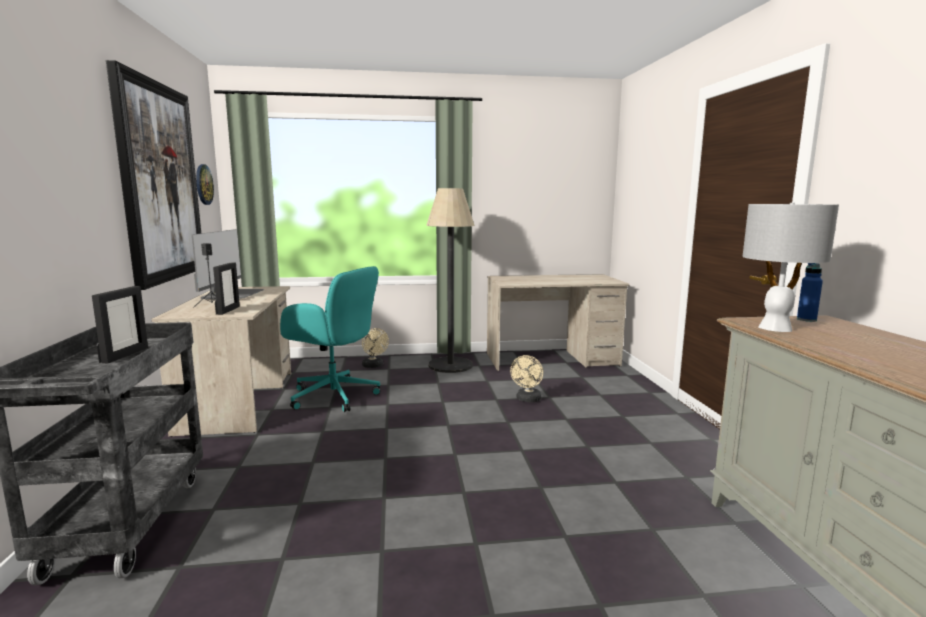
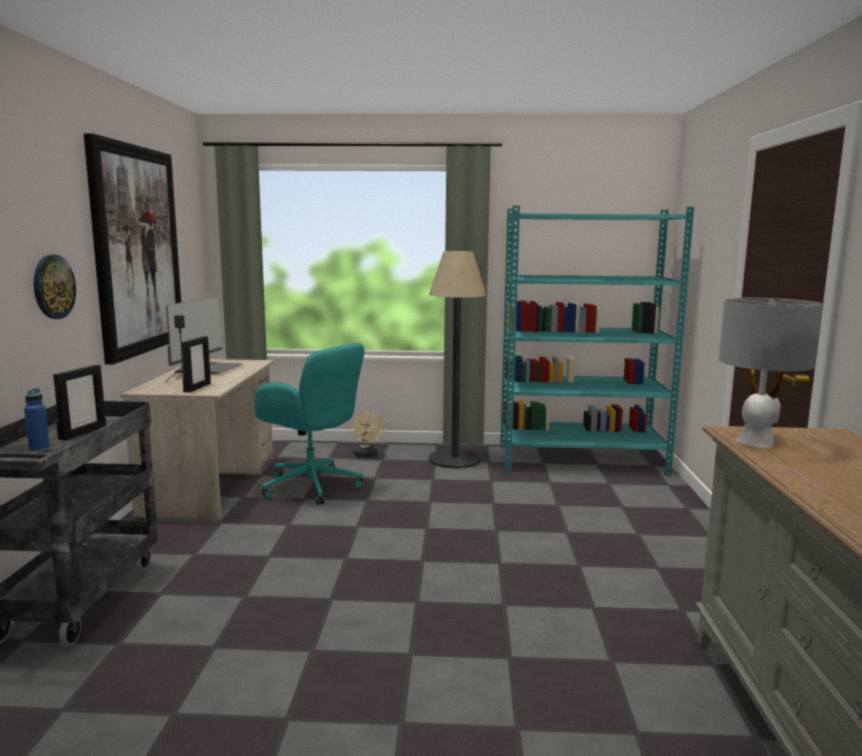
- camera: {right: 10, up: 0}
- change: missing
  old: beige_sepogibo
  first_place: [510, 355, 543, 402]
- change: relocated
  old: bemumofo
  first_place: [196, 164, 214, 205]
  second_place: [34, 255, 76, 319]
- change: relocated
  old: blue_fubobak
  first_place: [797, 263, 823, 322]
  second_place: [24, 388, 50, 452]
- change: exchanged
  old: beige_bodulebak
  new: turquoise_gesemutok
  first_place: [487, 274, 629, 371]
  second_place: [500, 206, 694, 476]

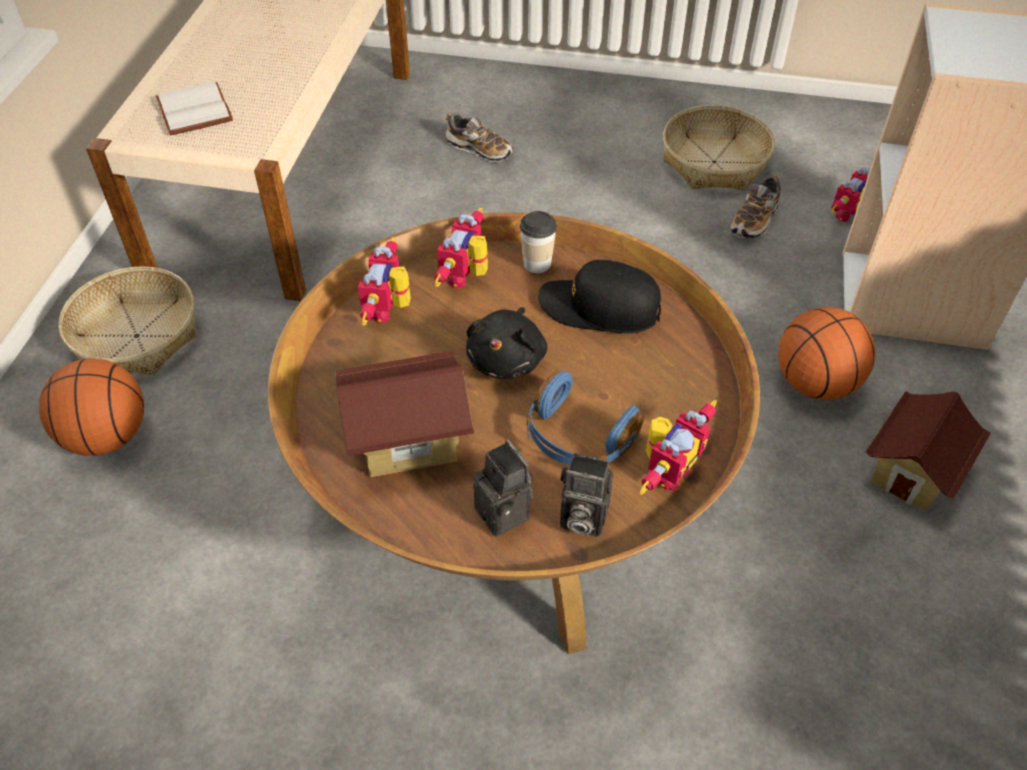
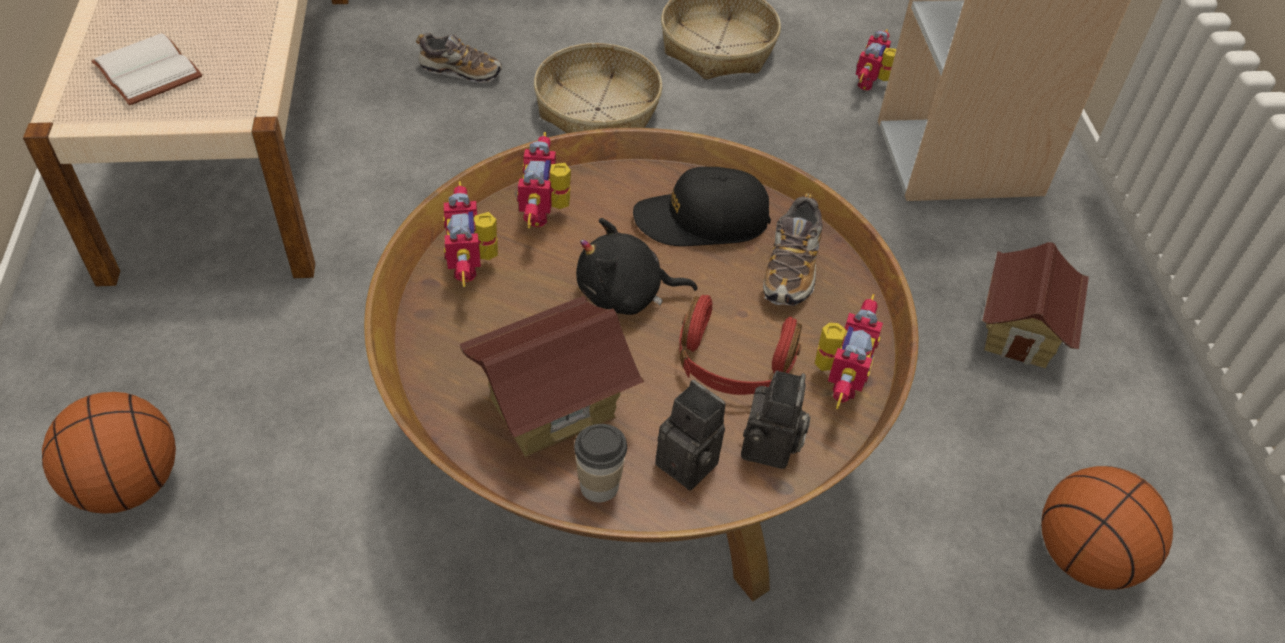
- camera: {right: -20, up: 0}
- change: relocated
  old: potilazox
  first_place: [59, 266, 196, 375]
  second_place: [534, 43, 662, 133]
- change: relocated
  old: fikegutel
  first_place: [520, 211, 557, 273]
  second_place: [574, 424, 627, 502]
- change: relocated
  old: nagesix
  first_place: [731, 174, 781, 238]
  second_place: [763, 193, 823, 306]
- change: relocated
  old: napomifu
  first_place: [778, 307, 875, 400]
  second_place: [1041, 466, 1173, 590]
- change: colour
  old: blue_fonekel
  new: red_fonekel
  first_place: [527, 371, 644, 465]
  second_place: [679, 295, 802, 395]
- change: spun
  old: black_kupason
  first_place: [466, 307, 547, 379]
  second_place: [576, 218, 697, 315]
  degrees: 90
- change: spun
  old: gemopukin
  first_place: [560, 453, 613, 537]
  second_place: [741, 371, 811, 469]
  degrees: -75

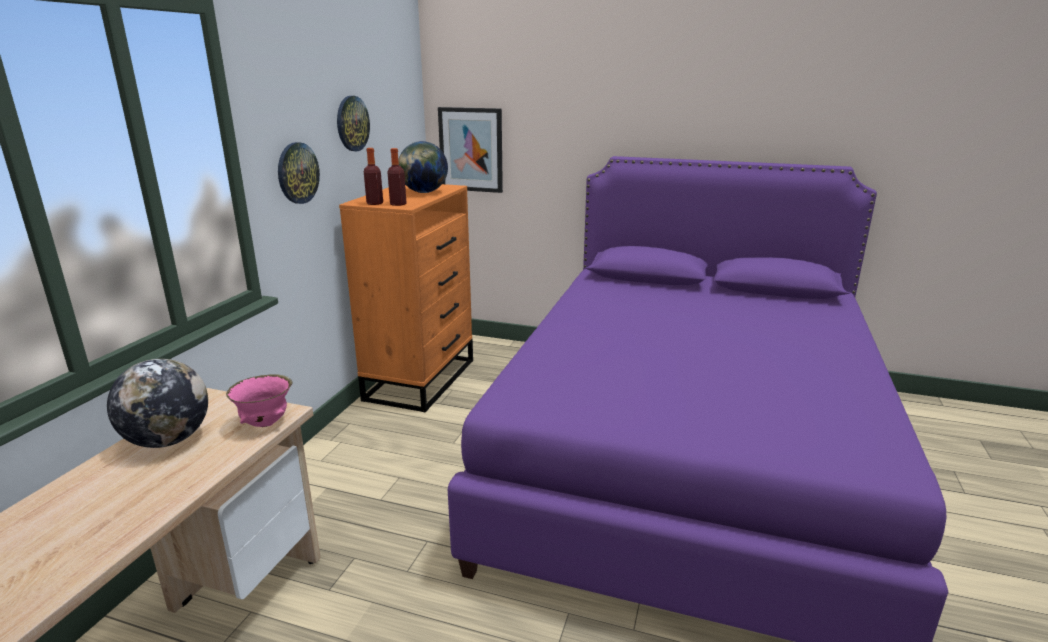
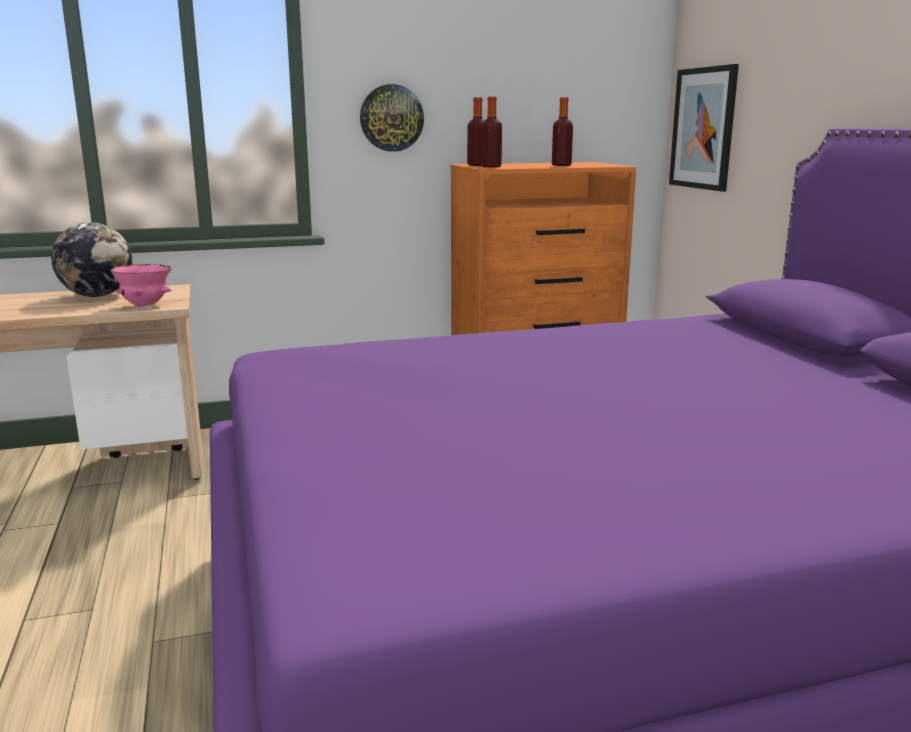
- camera: {right: 55, up: -5}
- change: missing
  old: bemumofo
  first_place: [337, 96, 370, 151]
- change: exchanged
  old: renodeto
  new: fubobak
  first_place: [399, 141, 448, 193]
  second_place: [552, 97, 573, 166]

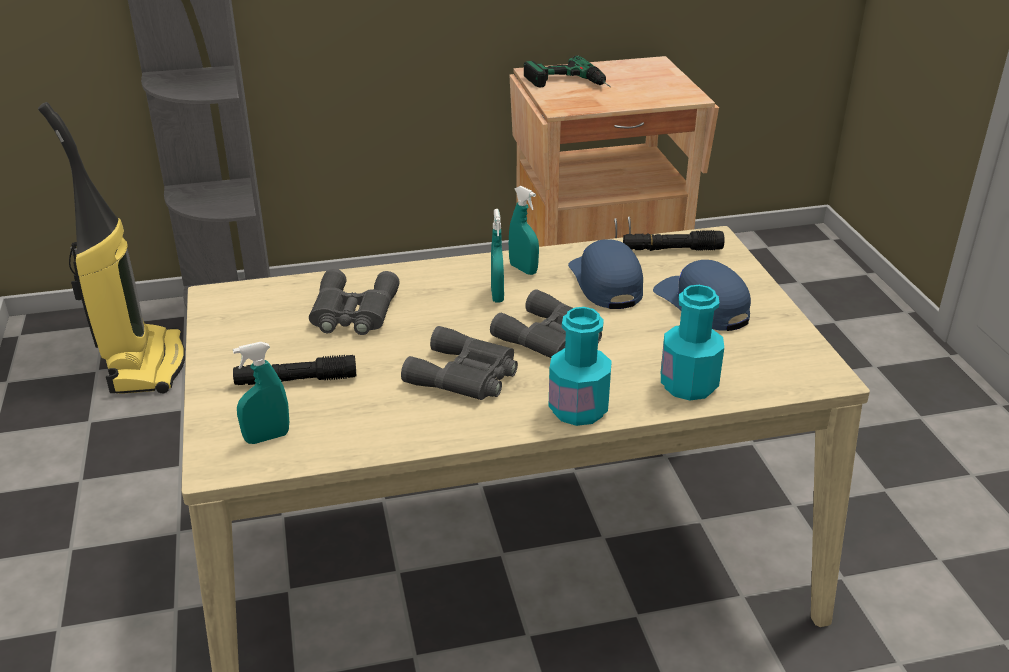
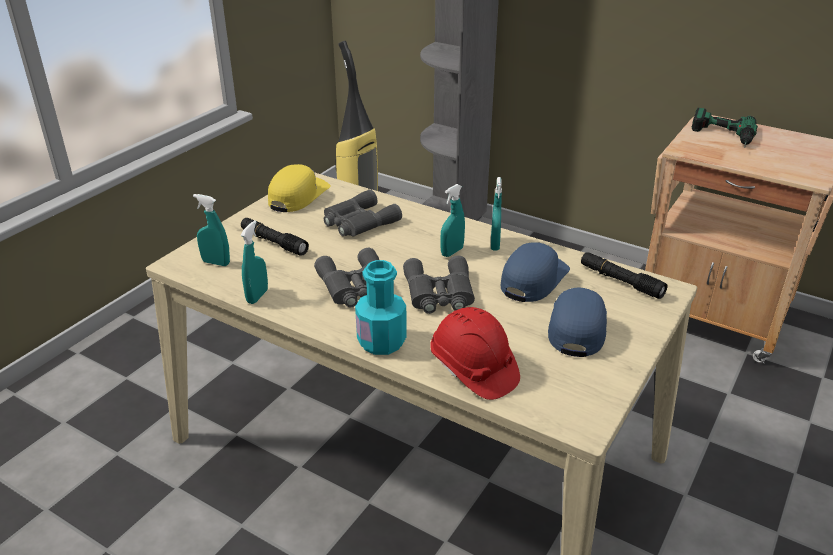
- camera: {right: 45, up: 0}
- change: appeared
  new: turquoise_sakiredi
  second_place: [241, 220, 268, 304]
- change: appeared
  new: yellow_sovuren
  second_place: [268, 164, 331, 212]
- change: exchanged
  old: turquoise_fubobak
  new: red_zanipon
  first_place: [661, 285, 724, 401]
  second_place: [430, 307, 520, 400]

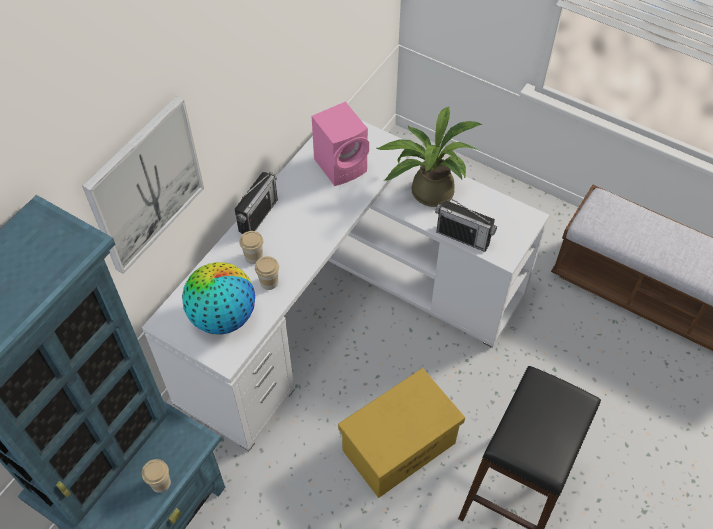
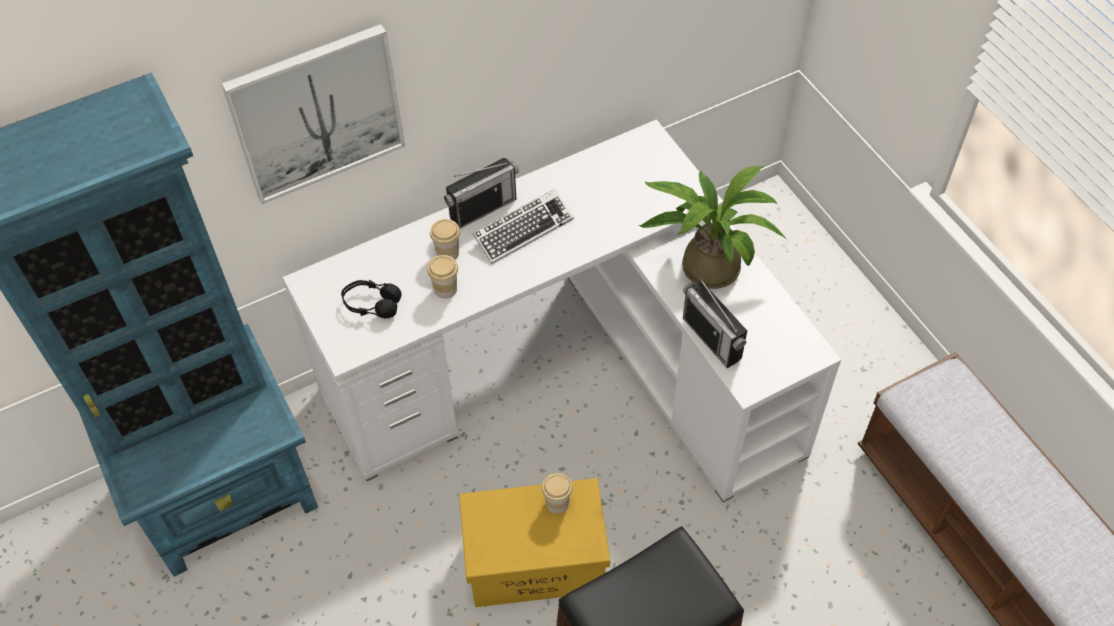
- camera: {right: 30, up: 0}
- change: missing
  old: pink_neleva
  first_place: [312, 101, 369, 186]
- change: appeared
  new: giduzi
  second_place: [473, 189, 574, 264]
- change: relocated
  old: fikegutel
  first_place: [142, 459, 171, 493]
  second_place: [542, 473, 573, 513]
- change: exchanged
  old: renodeto
  new: black_fonekel
  first_place: [182, 262, 255, 335]
  second_place: [341, 280, 402, 318]

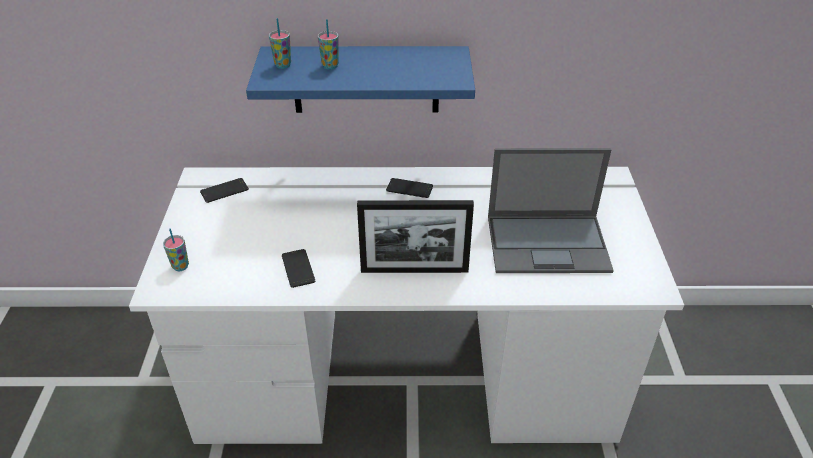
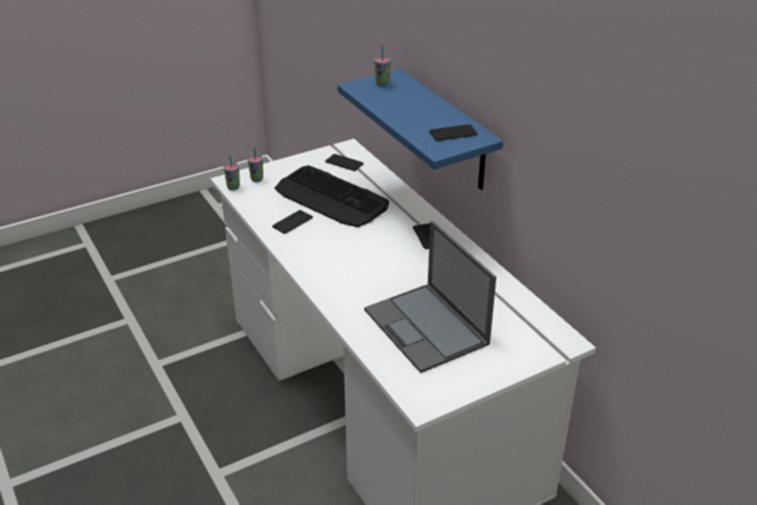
- camera: {right: 60, up: -5}
- change: missing
  old: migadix
  first_place: [357, 200, 474, 273]
- change: appeared
  new: giduzi
  second_place: [275, 165, 389, 227]
- change: appeared
  new: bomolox
  second_place: [430, 124, 478, 141]
- change: relocated
  old: fikegutel
  first_place: [318, 19, 339, 70]
  second_place: [223, 155, 240, 191]

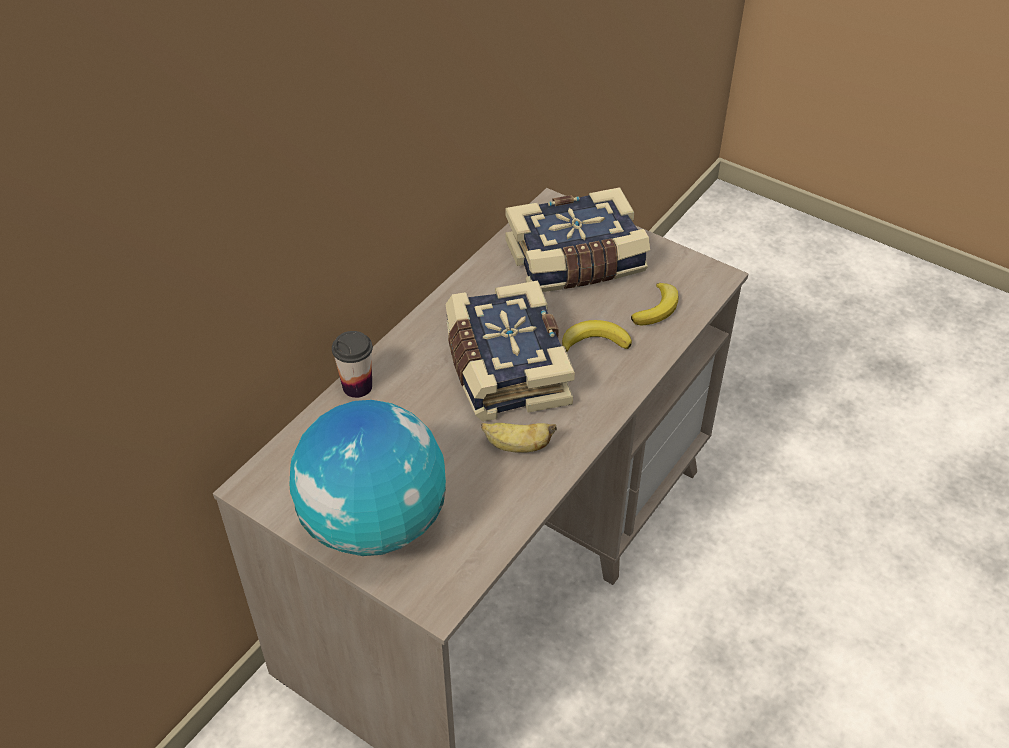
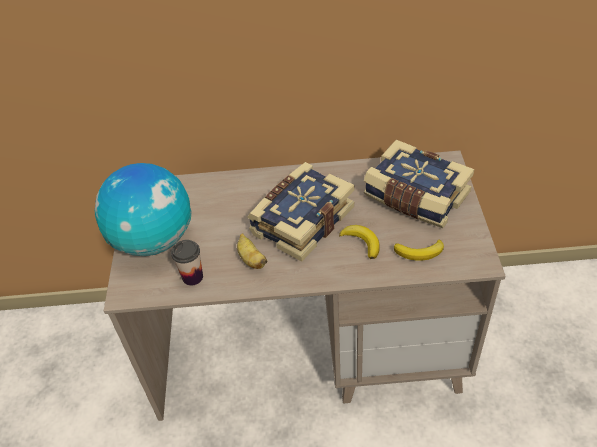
- camera: {right: 55, up: 0}
- change: relocated
  old: fikegutel
  first_place: [332, 331, 373, 398]
  second_place: [171, 240, 203, 286]

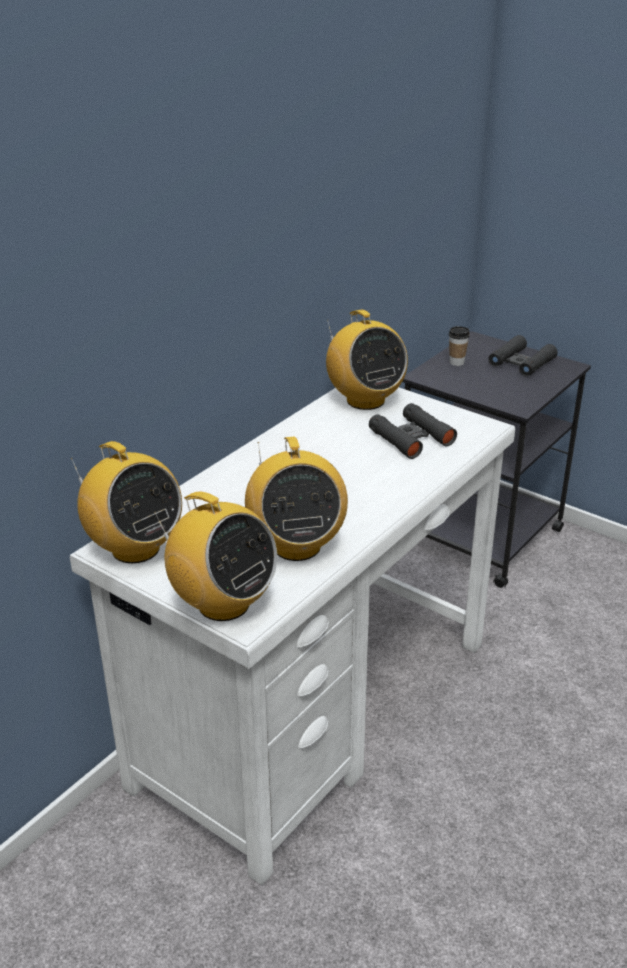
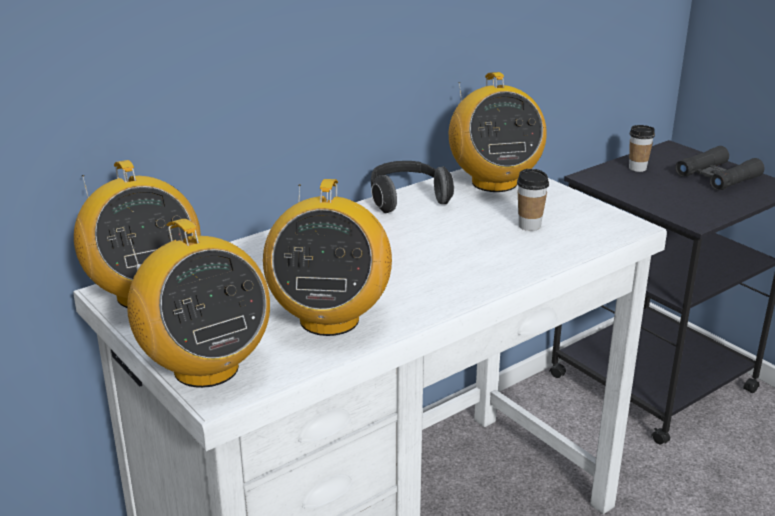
- camera: {right: 15, up: -5}
- change: appeared
  new: fonekel
  second_place: [371, 161, 454, 213]
- change: exchanged
  old: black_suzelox
  new: fikegutel
  first_place: [369, 403, 457, 459]
  second_place: [517, 169, 549, 231]

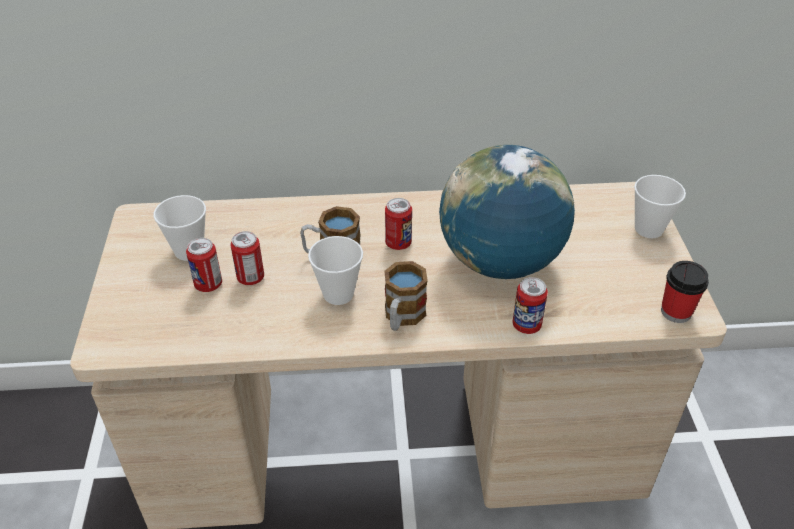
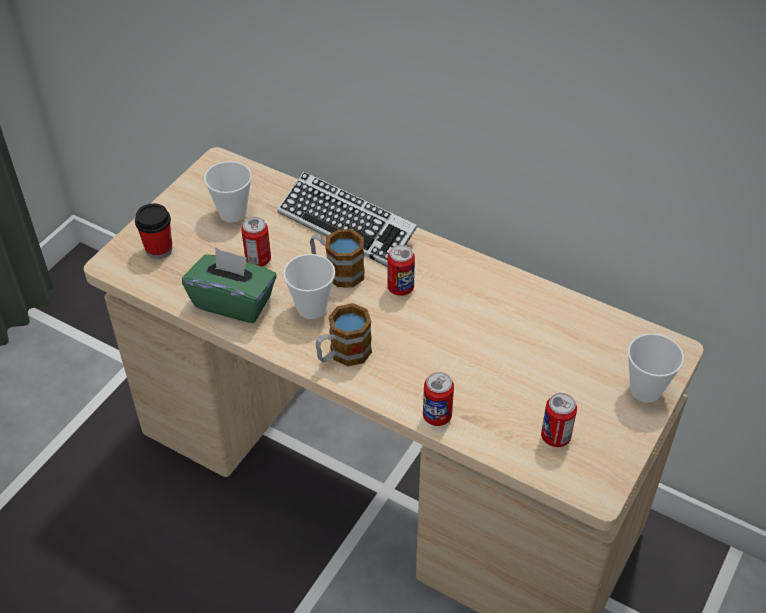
- camera: {right: 35, up: 5}
- change: missing
  old: renodeto
  first_place: [439, 145, 575, 279]
- change: appeared
  new: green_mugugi
  second_place: [182, 247, 277, 323]
- change: appeared
  new: giduzi
  second_place: [277, 171, 418, 267]
- change: relocated
  old: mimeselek
  first_place: [186, 238, 222, 292]
  second_place: [541, 393, 577, 447]
- change: relocated
  old: fikegutel
  first_place: [661, 261, 709, 323]
  second_place: [135, 203, 172, 259]

